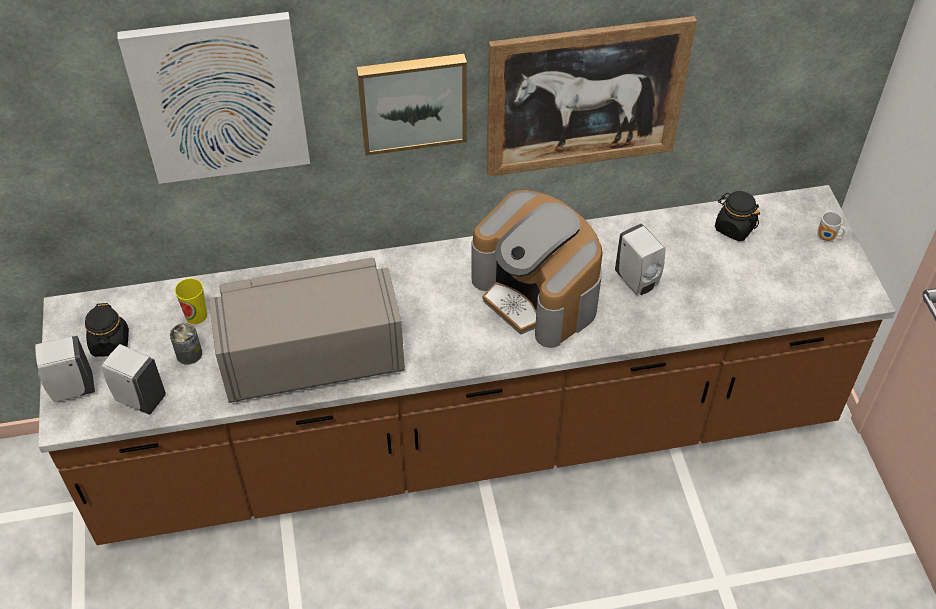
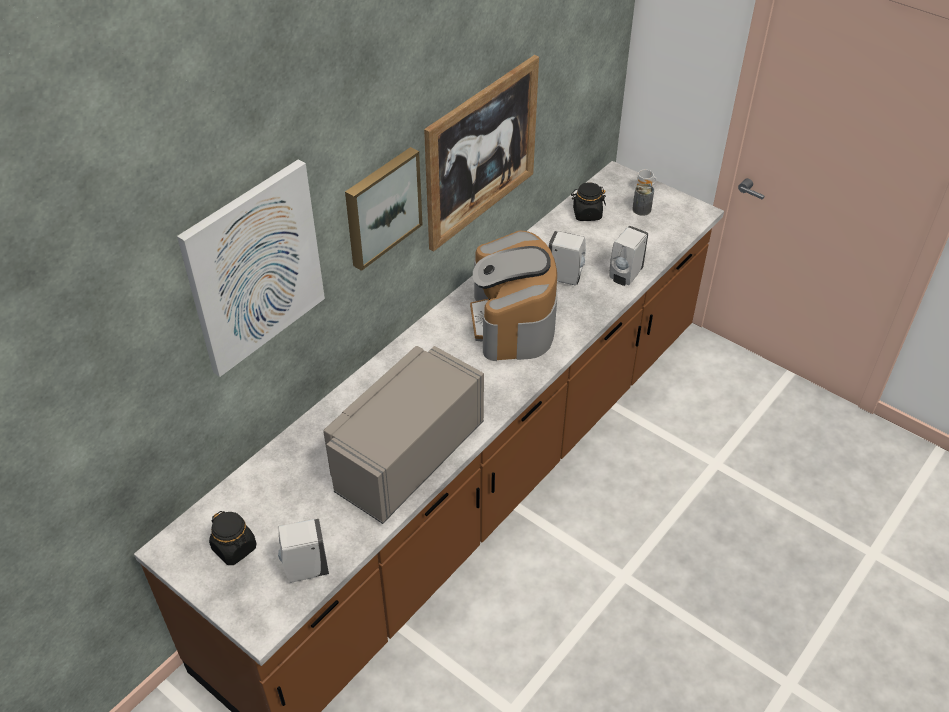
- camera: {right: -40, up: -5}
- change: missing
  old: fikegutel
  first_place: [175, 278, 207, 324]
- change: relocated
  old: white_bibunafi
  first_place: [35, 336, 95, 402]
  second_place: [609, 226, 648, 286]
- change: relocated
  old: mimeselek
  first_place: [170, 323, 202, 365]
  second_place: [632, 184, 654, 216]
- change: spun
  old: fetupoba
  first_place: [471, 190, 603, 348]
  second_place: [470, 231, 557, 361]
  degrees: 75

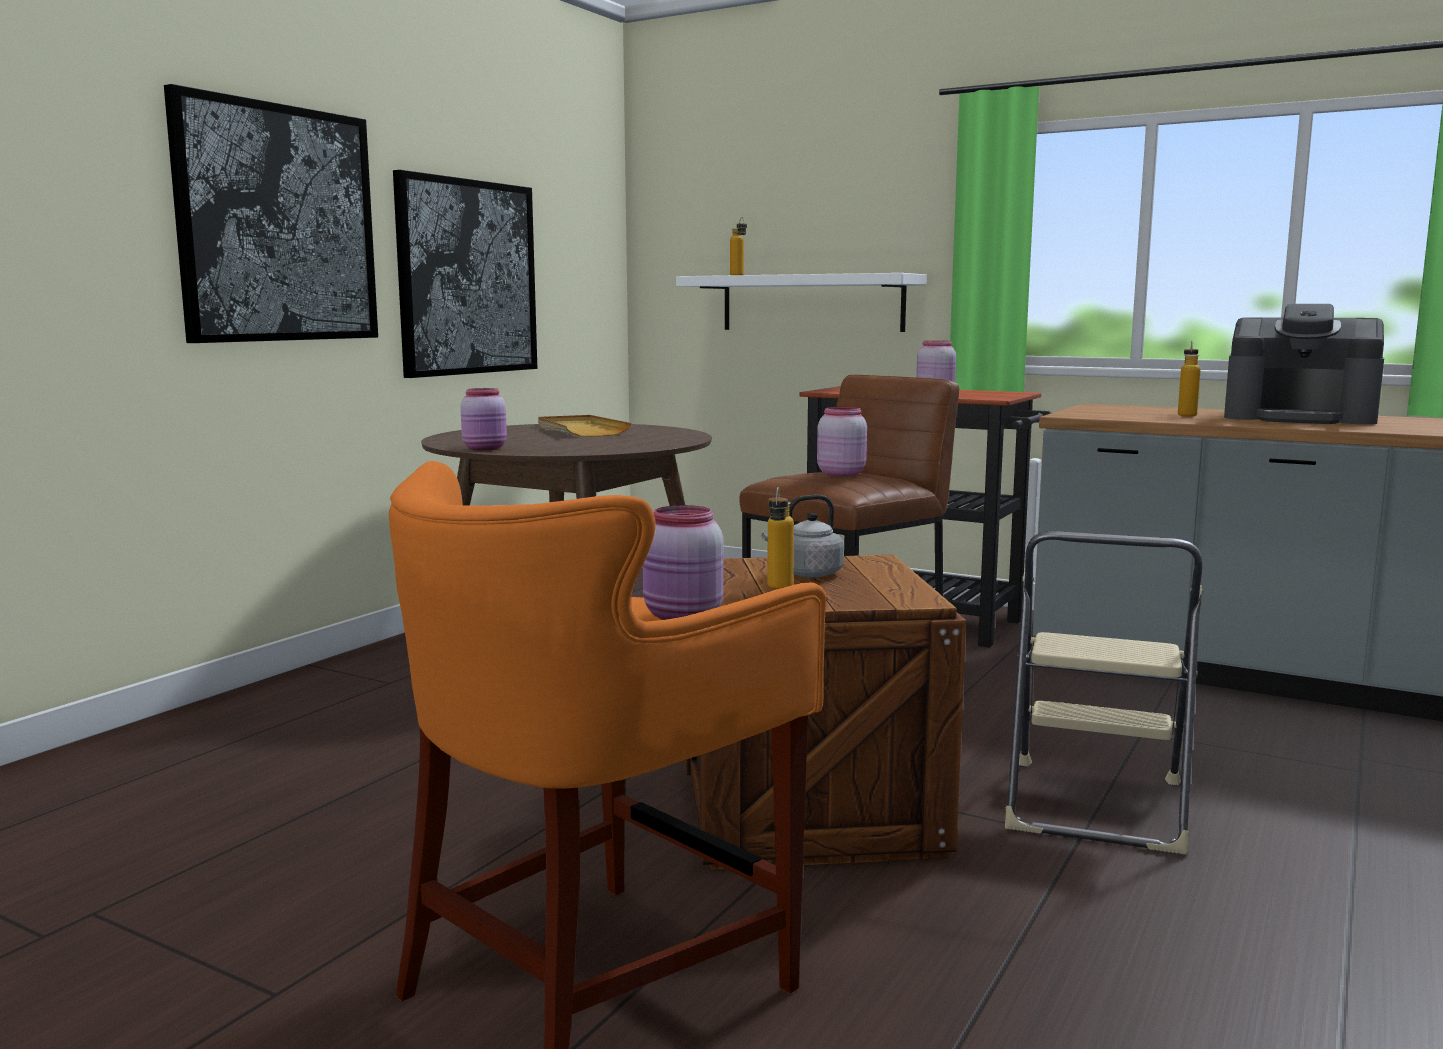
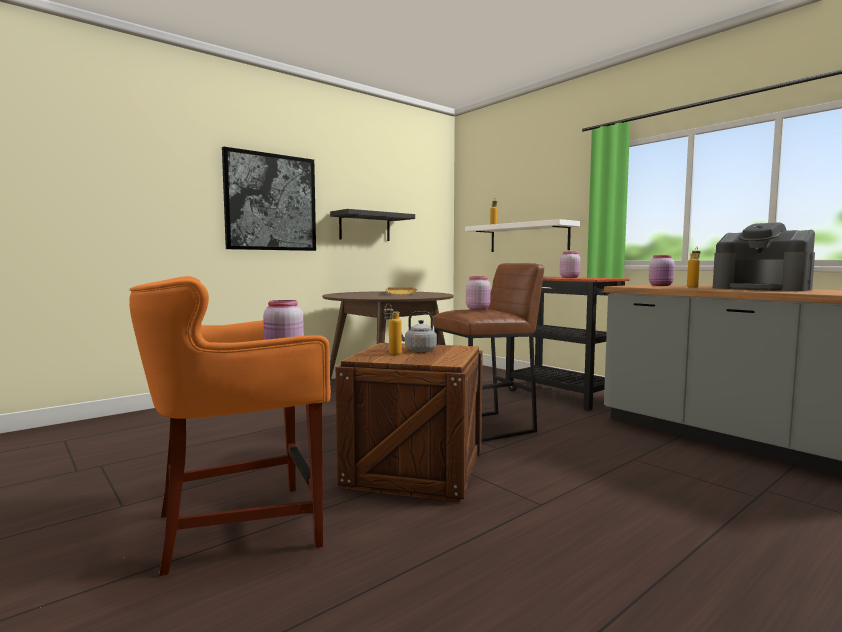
- camera: {right: 20, up: -5}
- change: missing
  old: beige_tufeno
  first_place: [1005, 531, 1203, 855]
- change: relocated
  old: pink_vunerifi
  first_place: [461, 388, 507, 450]
  second_place: [649, 255, 674, 286]
- change: exchanged
  old: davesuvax
  new: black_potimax
  first_place: [393, 170, 537, 378]
  second_place: [330, 209, 415, 241]

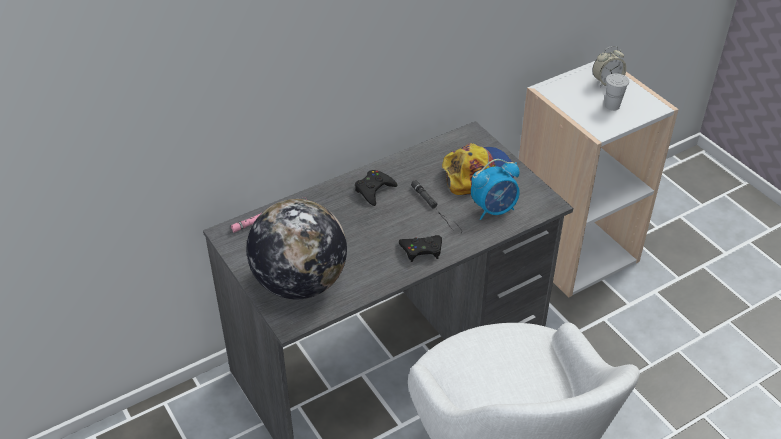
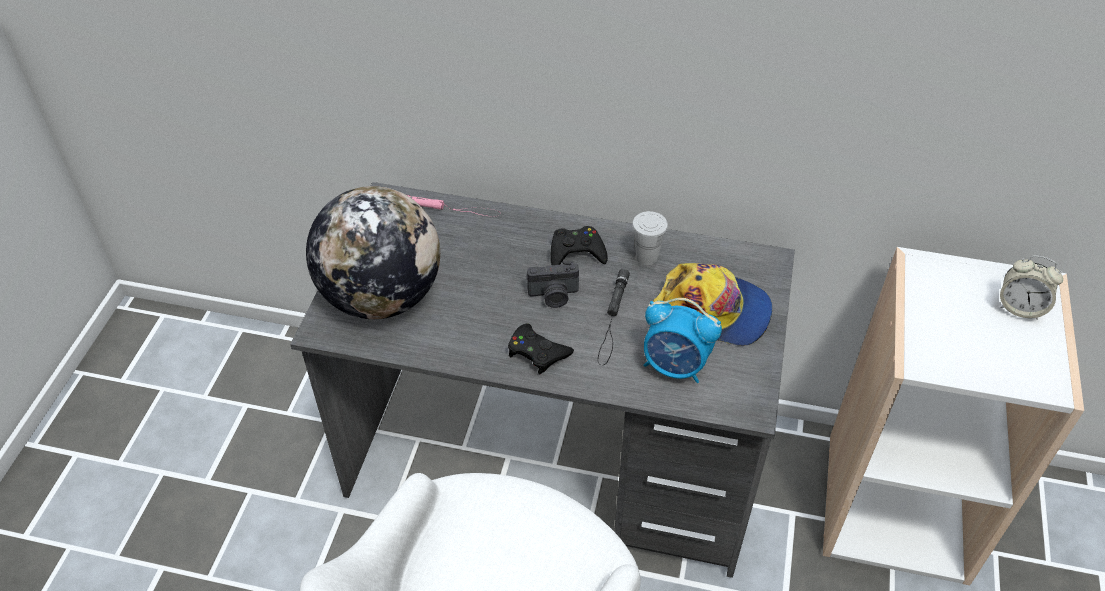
- camera: {right: 45, up: 5}
- change: appeared
  new: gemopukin
  second_place: [527, 261, 579, 308]
- change: relocated
  old: white_fikegutel
  first_place: [605, 73, 629, 111]
  second_place: [632, 211, 668, 265]

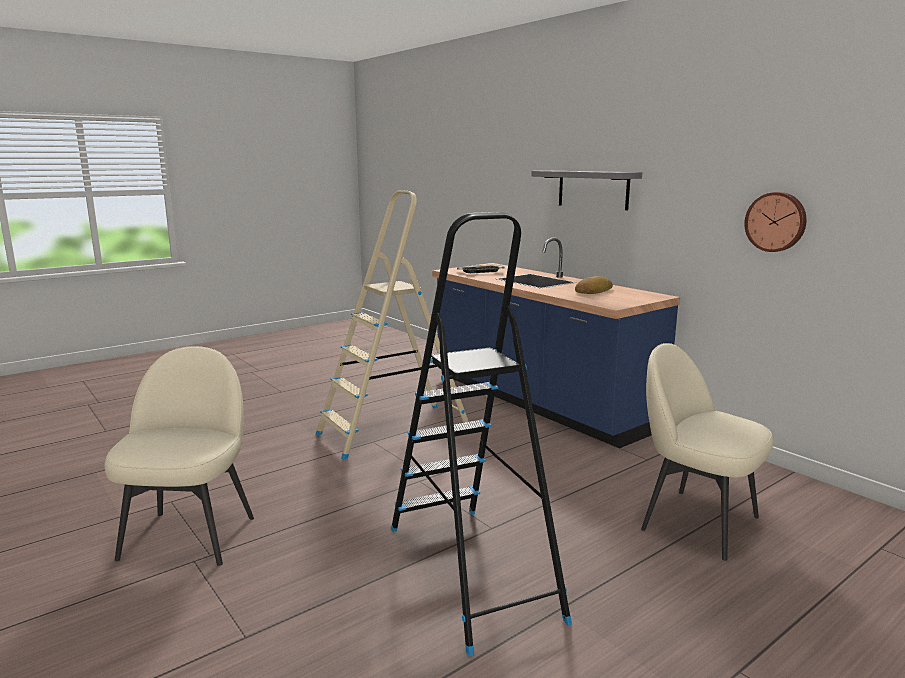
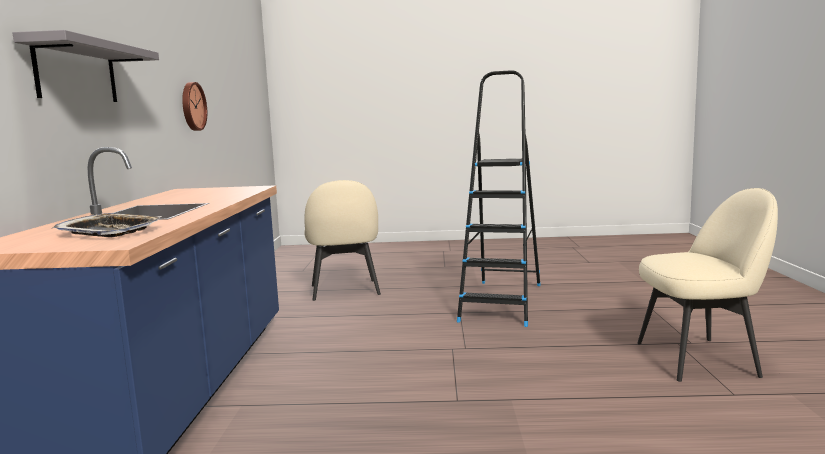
- camera: {right: -140, up: -5}
- change: missing
  old: beige_tufeno
  first_place: [316, 190, 469, 460]
- change: missing
  old: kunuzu
  first_place: [575, 276, 613, 294]
- change: spun
  old: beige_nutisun
  first_place: [105, 346, 254, 566]
  second_place: [637, 188, 778, 382]
  degrees: -135

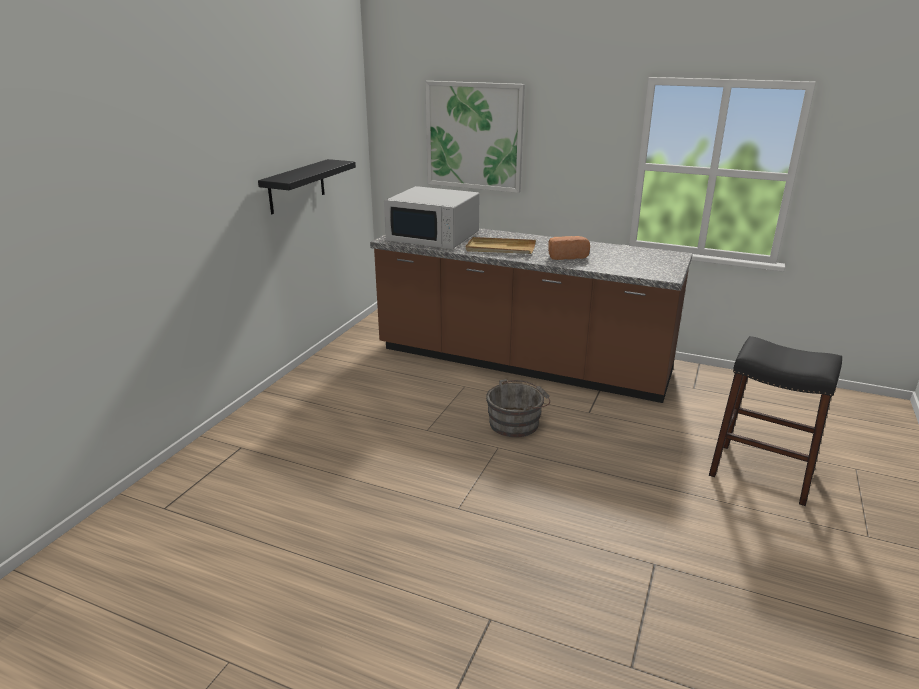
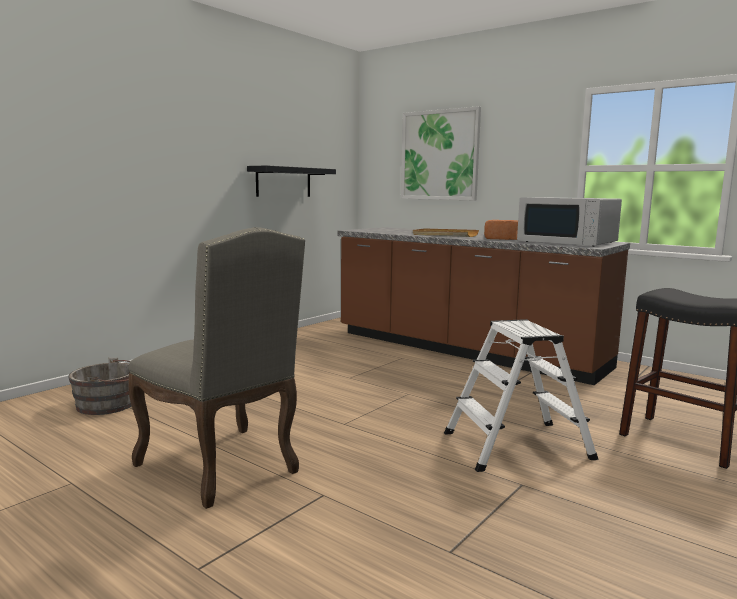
- camera: {right: 15, up: -15}
- change: appeared
  new: grey_nutisun
  second_place: [128, 227, 305, 509]
- change: appeared
  new: white_tufeno
  second_place: [444, 319, 598, 472]
- change: relocated
  old: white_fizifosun
  first_place: [384, 186, 480, 249]
  second_place: [517, 197, 622, 247]
- change: relocated
  old: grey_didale
  first_place: [486, 379, 550, 437]
  second_place: [68, 358, 131, 415]

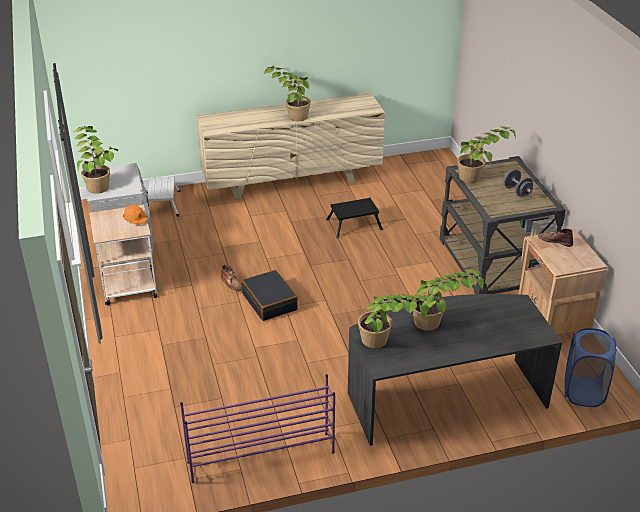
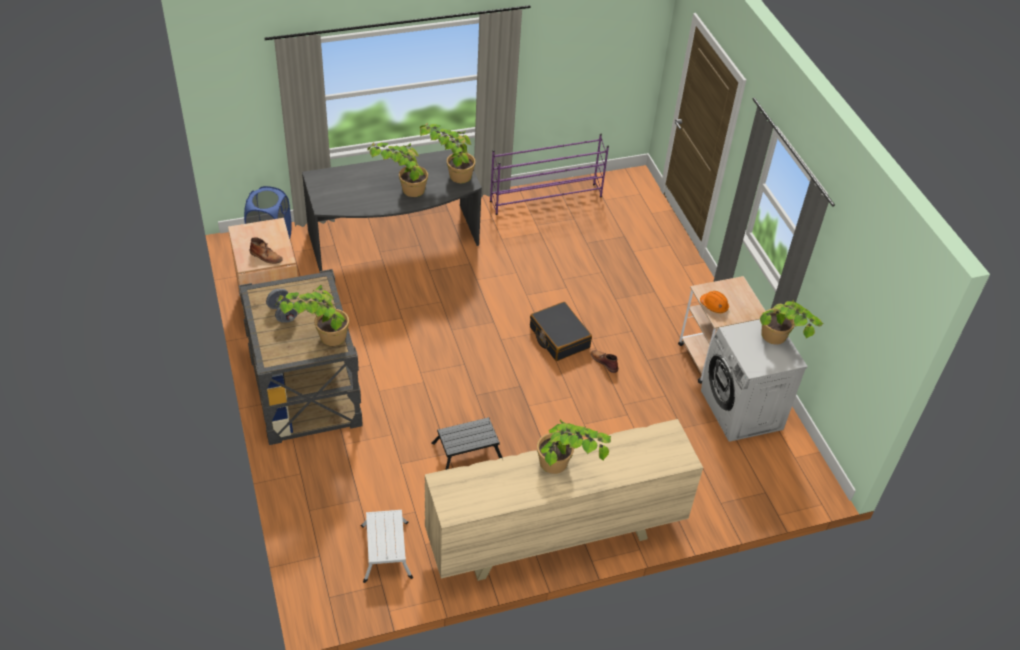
- camera: {right: 175, up: 10}
- change: relocated
  old: white_tufeno
  first_place: [147, 176, 181, 217]
  second_place: [361, 510, 413, 583]

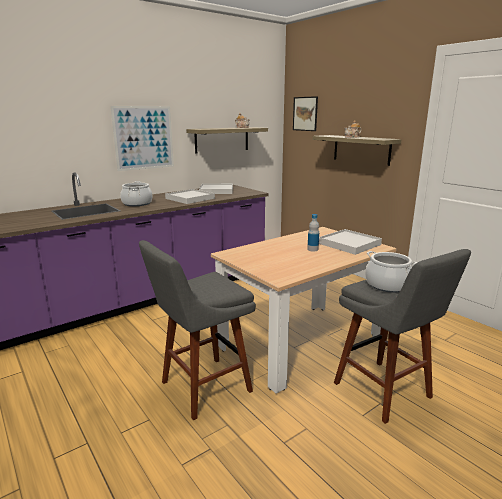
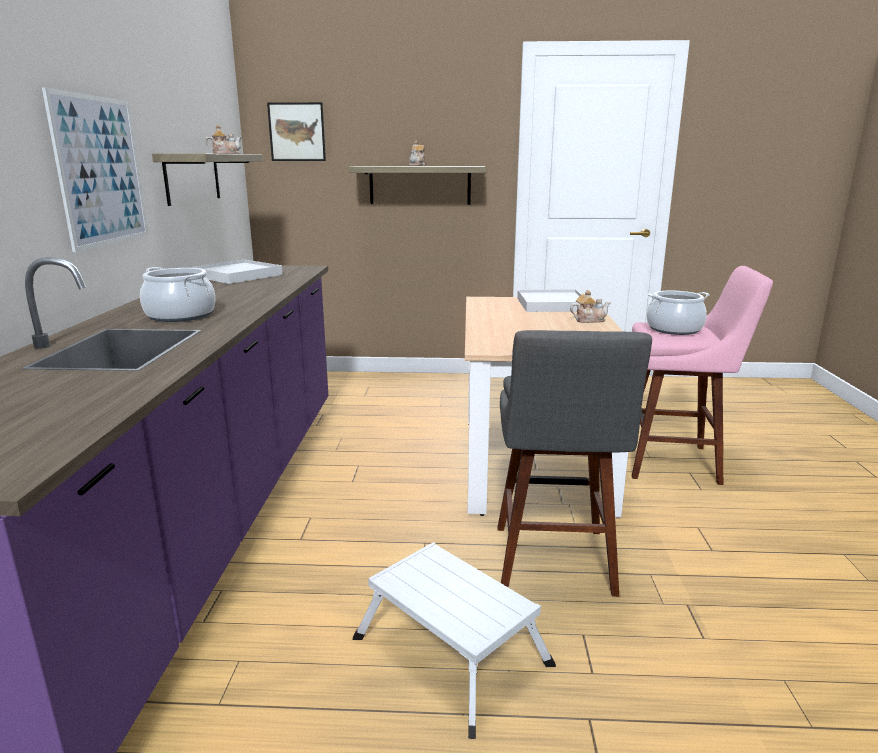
- camera: {right: -50, up: 0}
- change: missing
  old: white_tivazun
  first_place: [165, 189, 215, 204]
- change: missing
  old: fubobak
  first_place: [307, 214, 319, 251]
- change: appeared
  new: white_tufeno
  second_place: [353, 542, 556, 739]
- change: appeared
  new: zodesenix
  second_place: [570, 290, 611, 323]
- change: colour
  old: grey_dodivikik
  new: pink_dodivikik
  first_place: [334, 249, 471, 424]
  second_place: [632, 266, 773, 485]

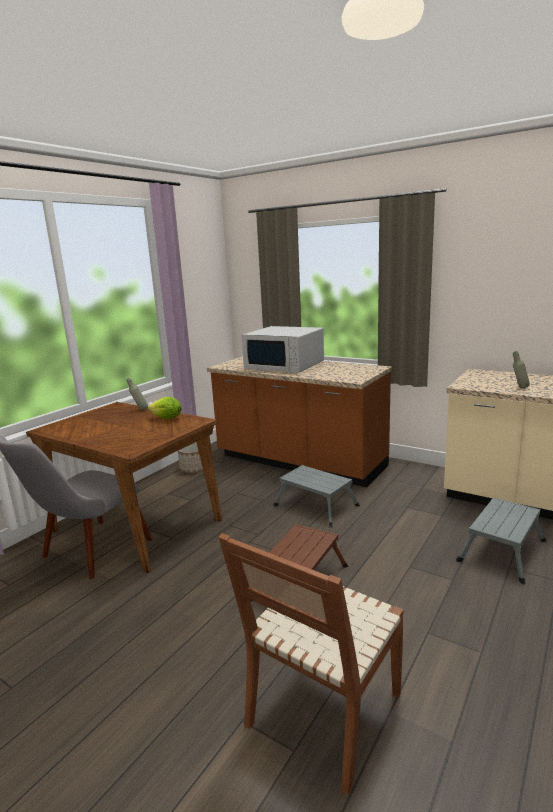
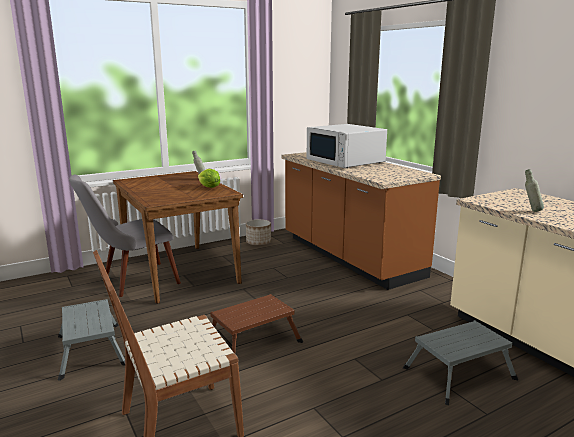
- camera: {right: 25, up: 0}
- change: relocated
  old: grey_tufeno
  first_place: [273, 465, 360, 527]
  second_place: [58, 299, 125, 381]

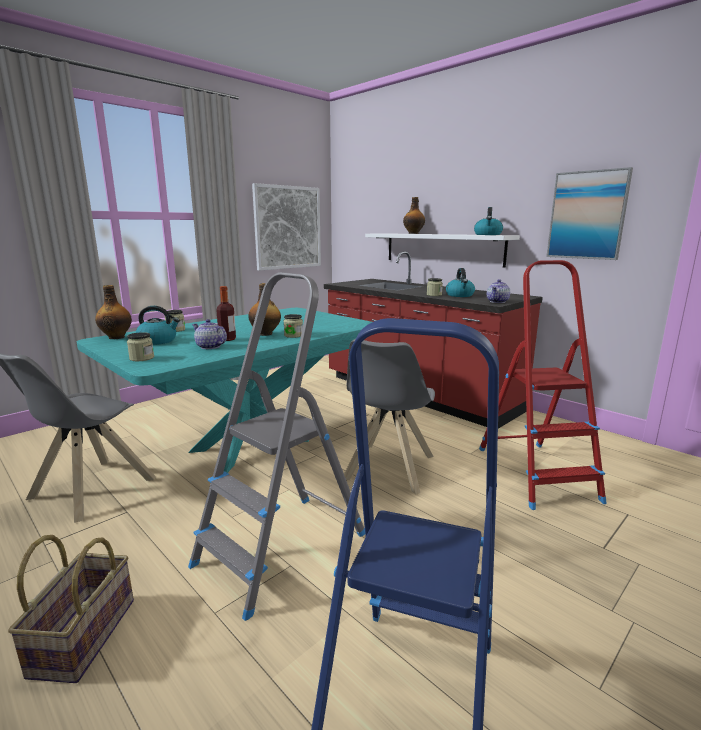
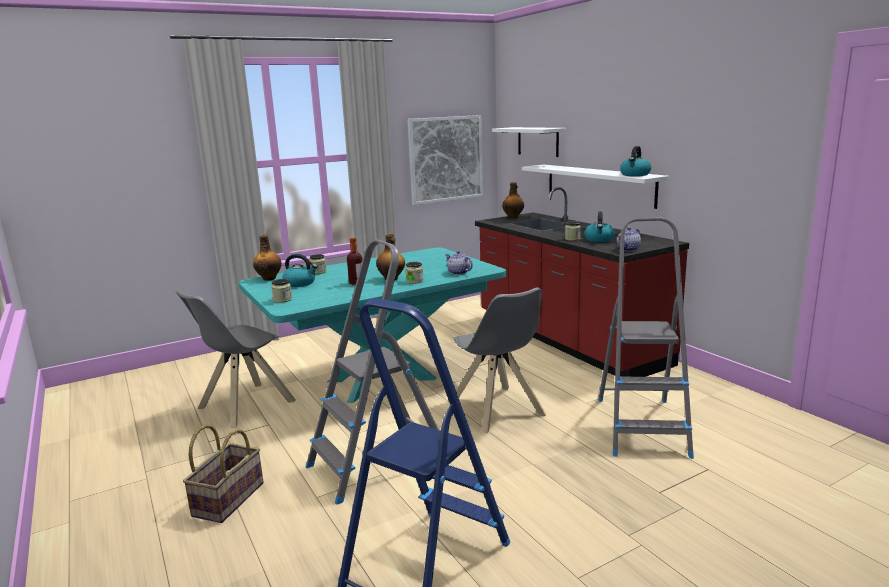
- camera: {right: 15, up: 0}
- change: missing
  old: davesuvax
  first_place: [546, 167, 633, 260]
- change: appeared
  new: white_potimax
  second_place: [492, 127, 566, 157]
- change: relocated
  old: zodesenix
  first_place: [192, 319, 227, 349]
  second_place: [445, 251, 473, 275]
- change: relocated
  old: fubobak
  first_place: [403, 197, 425, 234]
  second_place: [502, 182, 524, 219]
- change: colour
  old: red_tufeno
  new: grey_tufeno
  first_place: [479, 260, 607, 510]
  second_place: [598, 218, 694, 459]
- change: spun
  old: grey_nutisun
  first_place: [344, 339, 435, 494]
  second_place: [449, 287, 546, 433]
  degrees: -60

